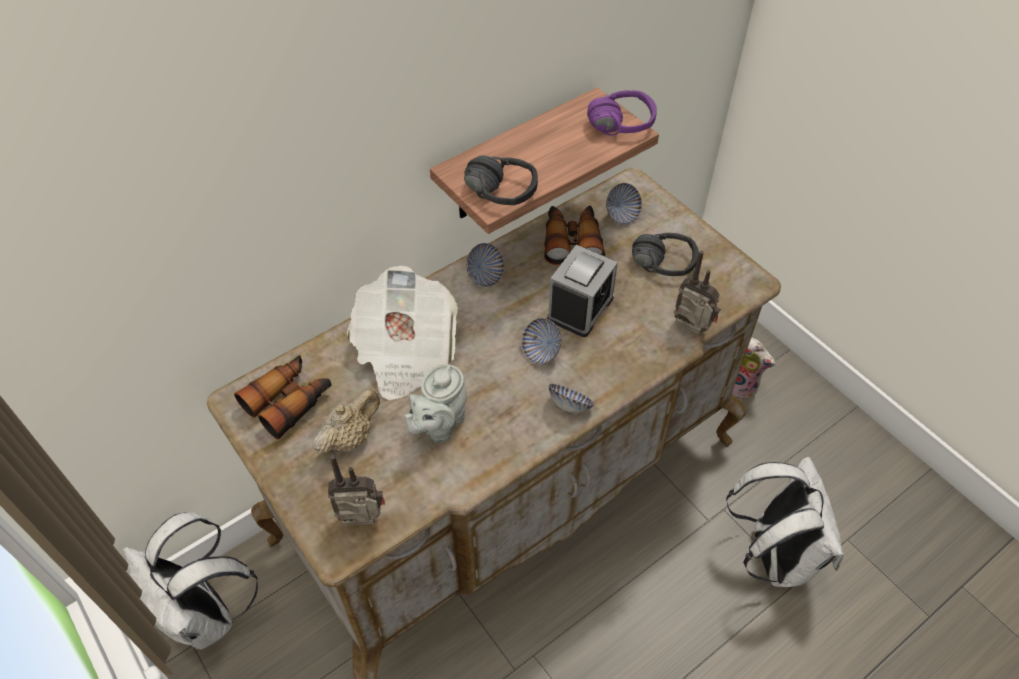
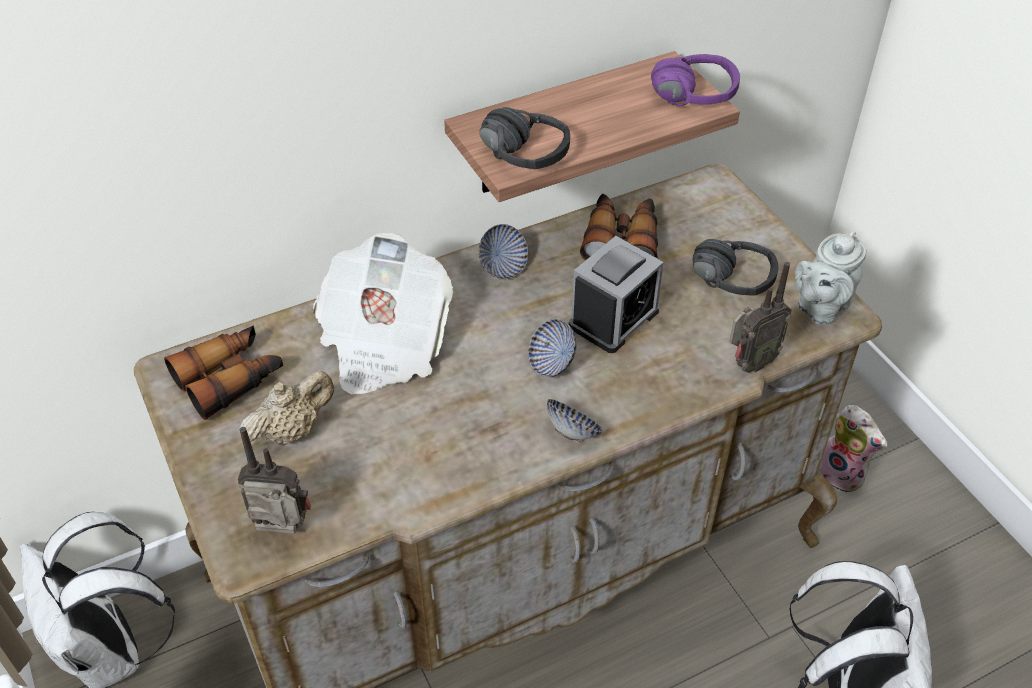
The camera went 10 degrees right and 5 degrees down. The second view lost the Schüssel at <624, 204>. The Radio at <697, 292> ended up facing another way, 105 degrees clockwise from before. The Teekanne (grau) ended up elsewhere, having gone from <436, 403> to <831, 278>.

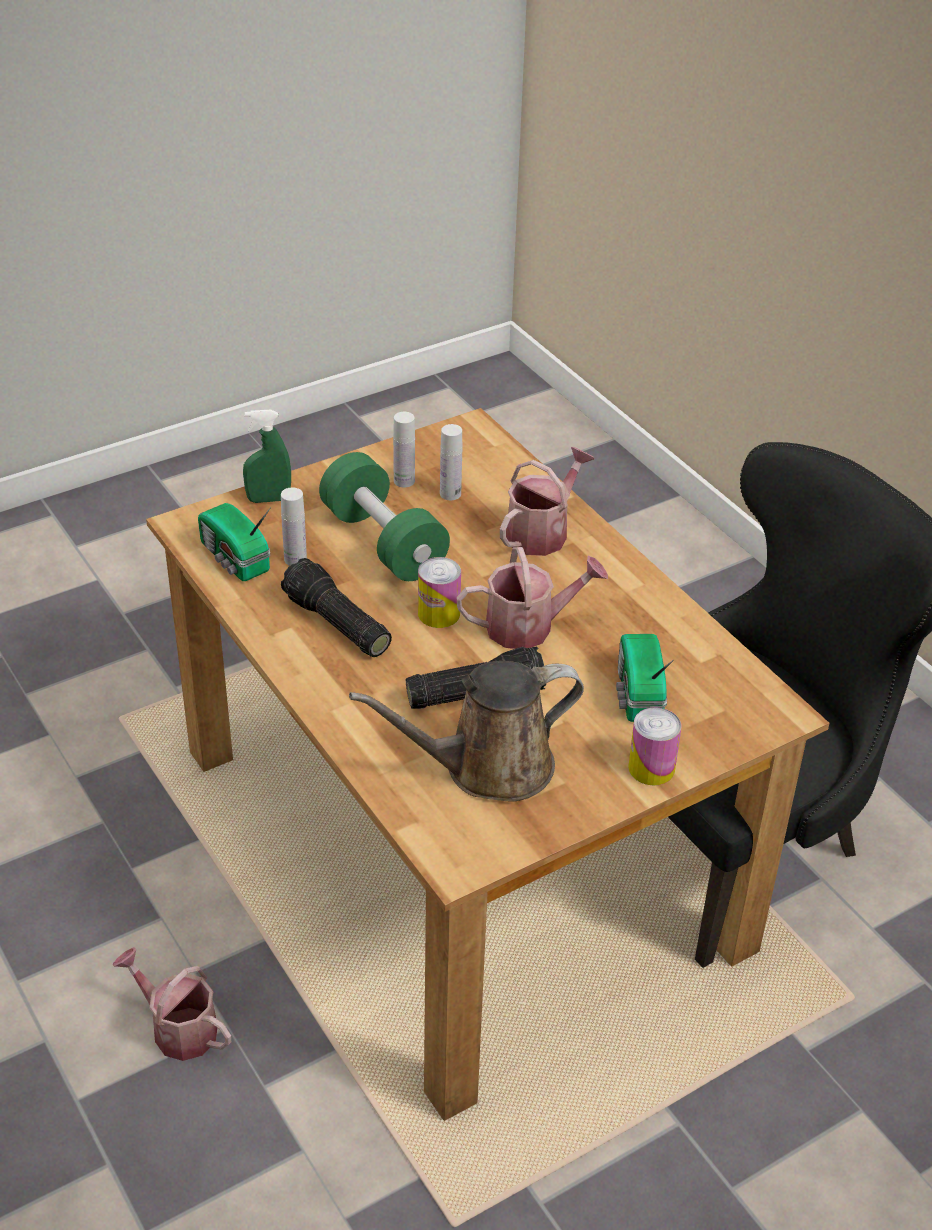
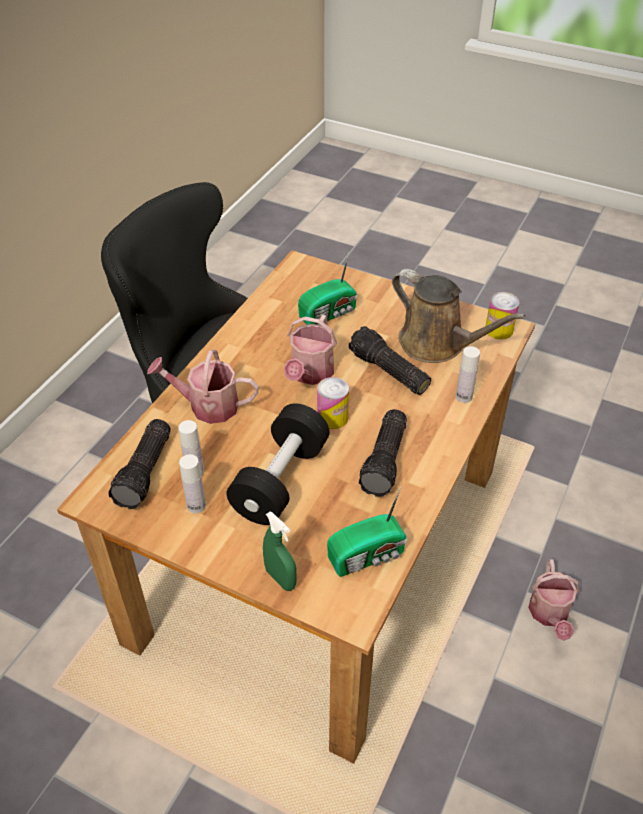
The camera went 120 degrees left and 5 degrees up. What was the Hantel (grün) at <384, 516> turned into the Hantel (schwarz) at <278, 464>. The Flasche (weiß) ended up elsewhere, having gone from <294, 527> to <468, 374>. The Radio at <234, 542> ended up facing another way, 45 degrees clockwise from before. The Gießkanne at <532, 598> ended up facing another way, 120 degrees counterclockwise from before. The Dose ended up elsewhere, having gone from <655, 746> to <502, 316>. The second view gained the Taschenlampe at <139, 464>.

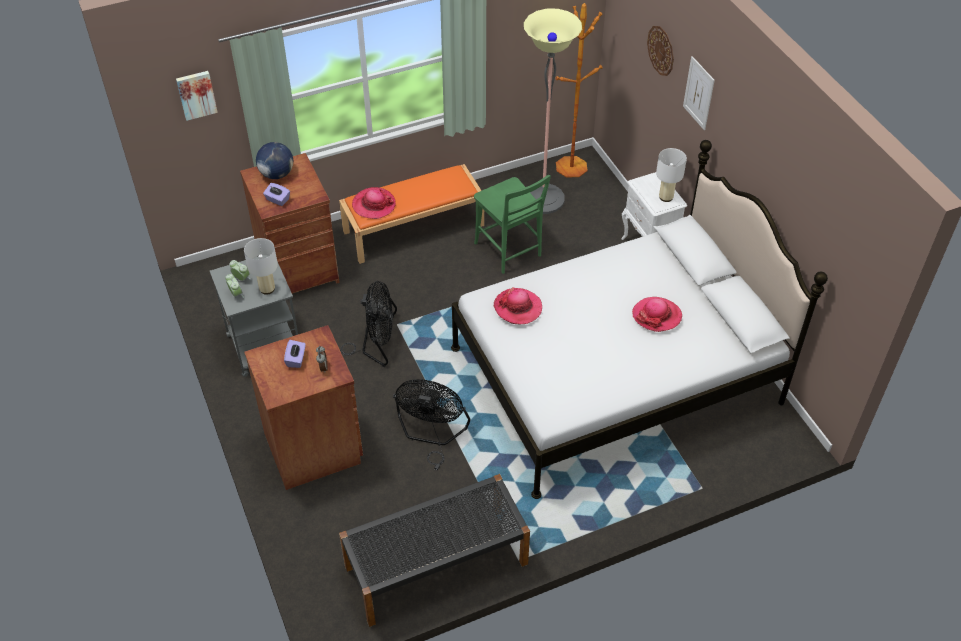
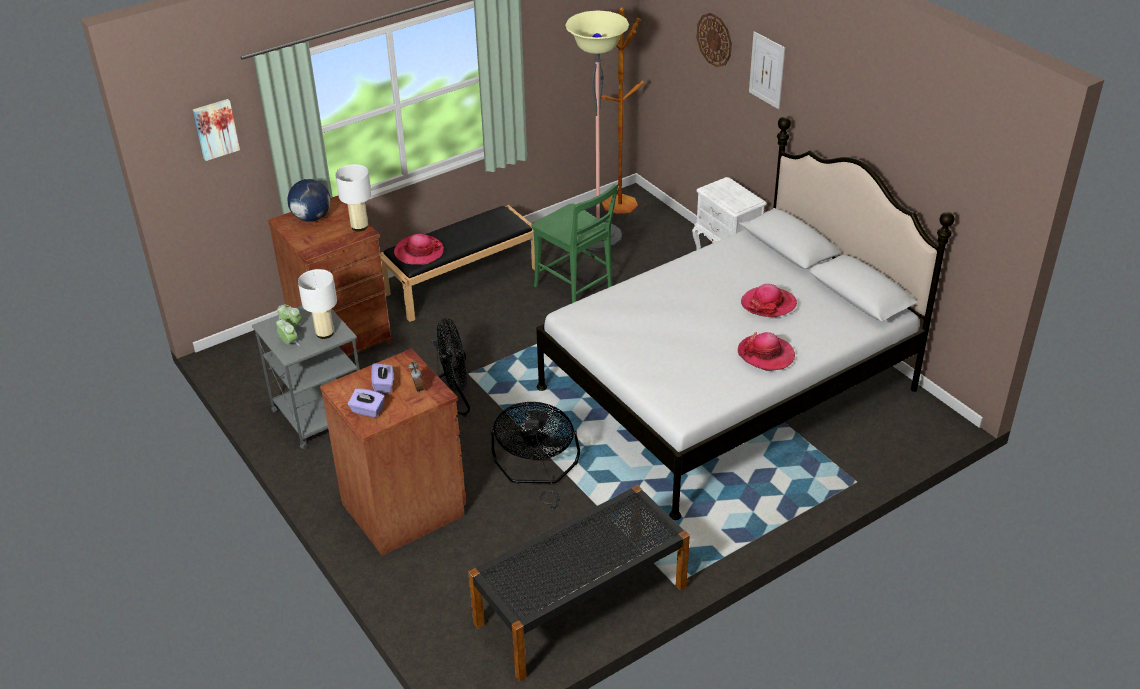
The camera went 10 degrees left and 10 degrees down. The Tischlampe (weiß) ended up elsewhere, having gone from <671, 175> to <353, 197>. What was the Bank (orange) at <411, 214> turned into the Bank (schwarz) at <457, 263>. The Taschentuchbox (lila) ended up elsewhere, having gone from <276, 194> to <366, 403>. The Hut ended up elsewhere, having gone from <517, 305> to <766, 351>.

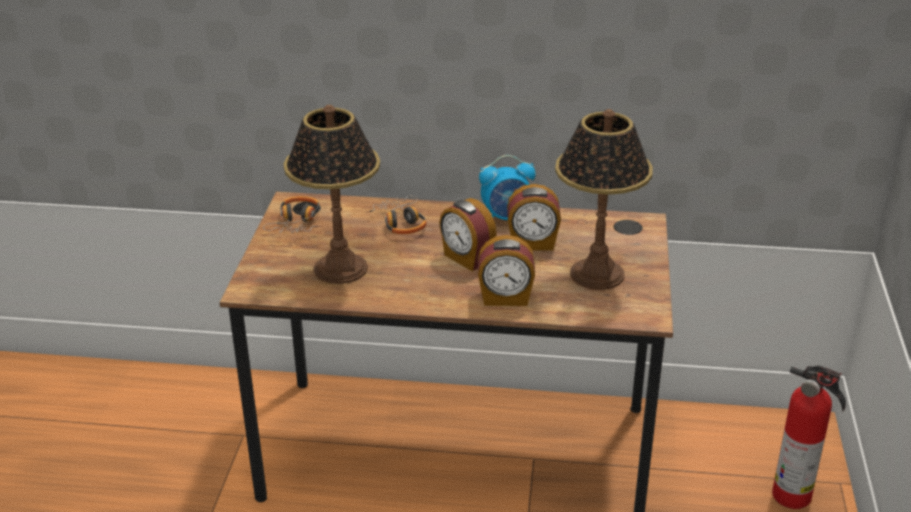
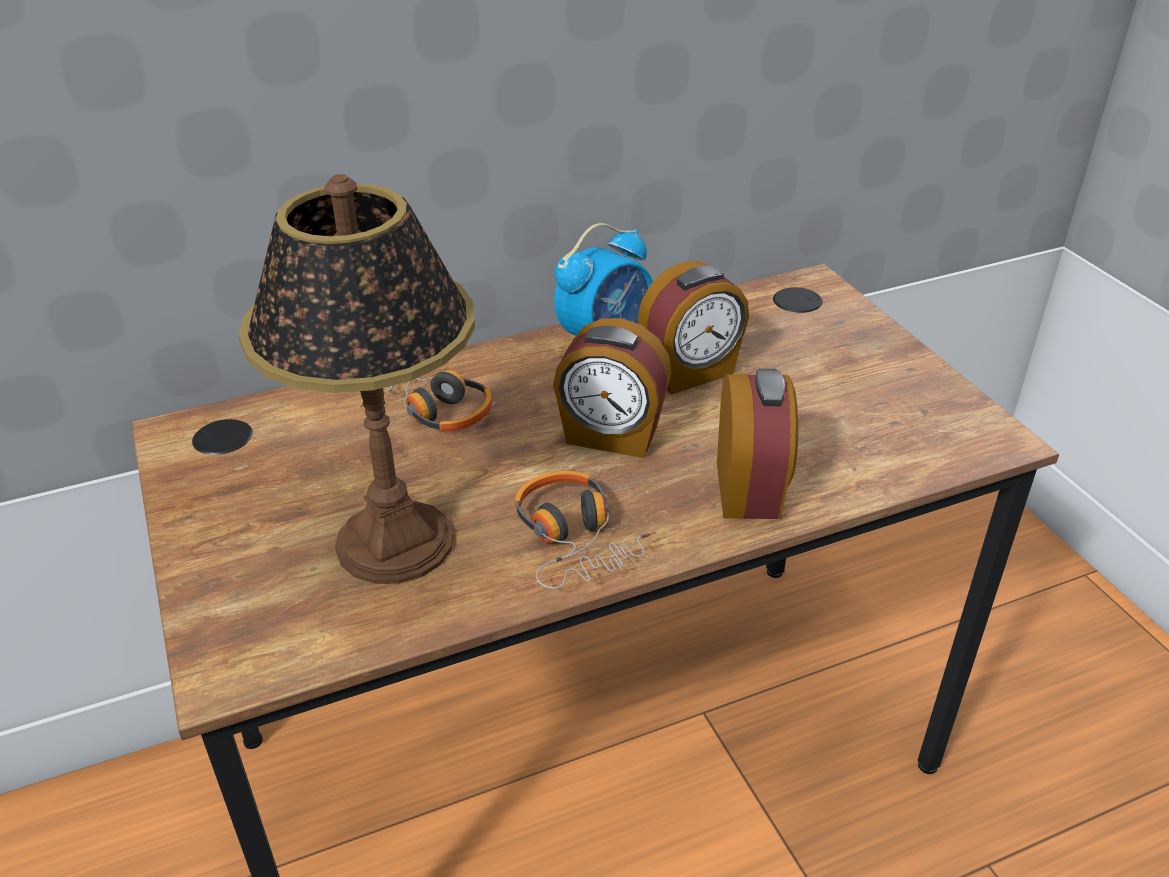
The camera went 30 degrees left and 5 degrees up. The second view lost the Tischlampe at <604, 199>. The Kopfhörer ended up elsewhere, having gone from <292, 214> to <585, 530>. The Wecker at <506, 270> ended up facing another way, 60 degrees counterclockwise from before. The second view lost the Feuerlöscher at <809, 437>.

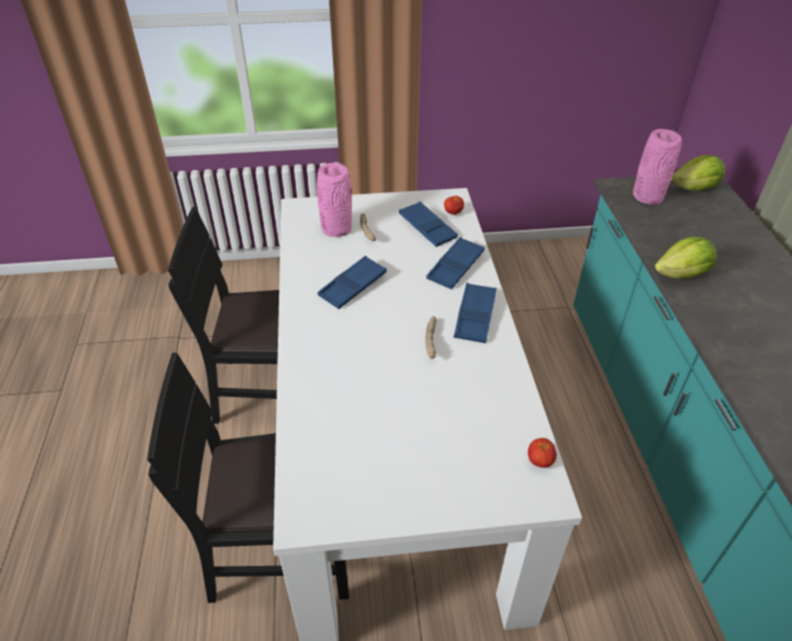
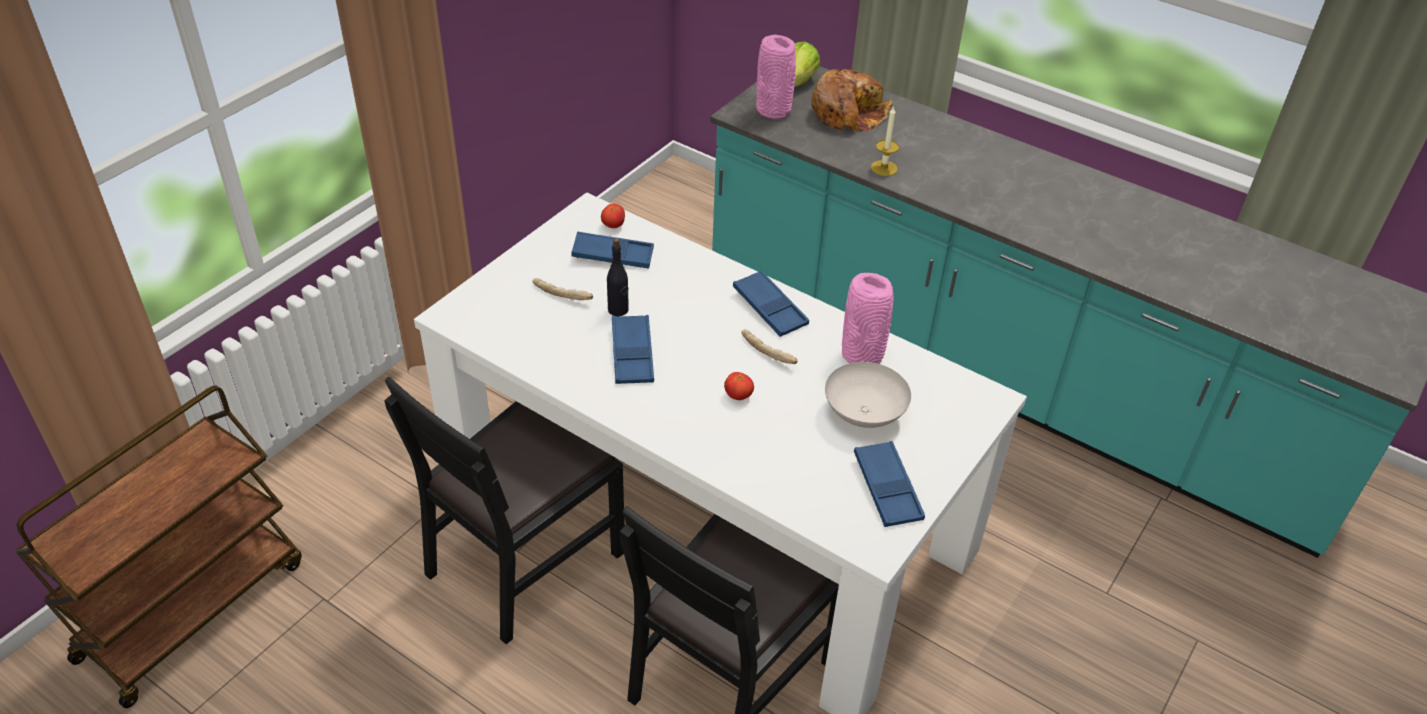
The camera went 50 degrees left and 0 degrees up. The Vase (rosa) ended up elsewhere, having gone from <334, 200> to <867, 318>. The Tablett (blau) ended up elsewhere, having gone from <455, 263> to <889, 484>. Where the Salatkopf stood at <686, 257>, the Kerze came to stand at <885, 141>. The Tomate ended up elsewhere, having gone from <542, 453> to <739, 386>. The second view gained the Brot at <852, 100>. The second view gained the Flasche (schwarz) at <618, 277>. The second view gained the Schüssel (weiß) at <868, 395>. The second view gained the Rollwagen (braun) at <158, 547>.

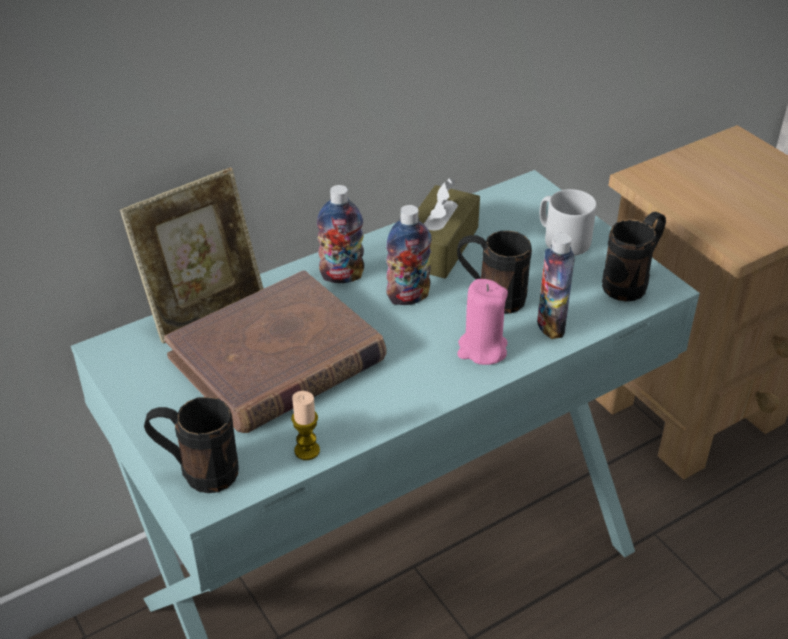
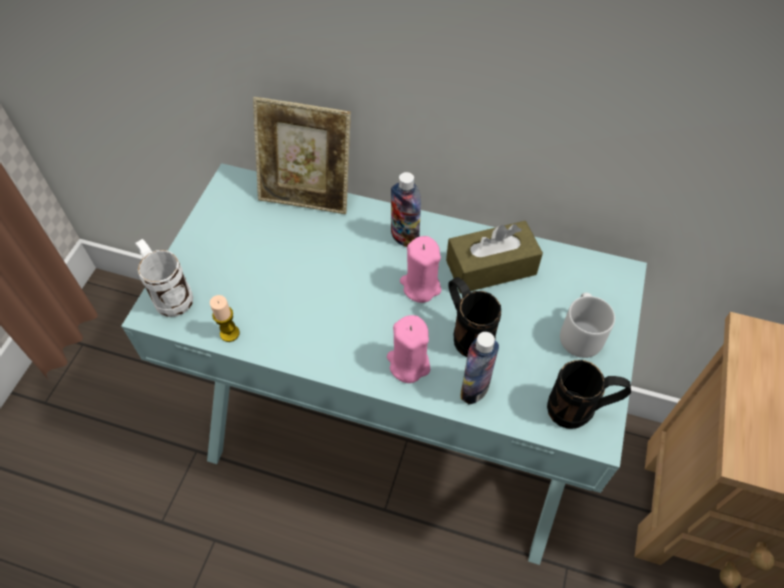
The camera went 50 degrees right and 15 degrees up. Where the Flasche stood at <409, 255>, the Kerze (rosa) came to stand at <420, 269>. The second view lost the Buch (braun) at <275, 351>. What was the Henkelbecher (schwarz) at <191, 445> turned into the Henkelbecher (weiß) at <164, 278>.

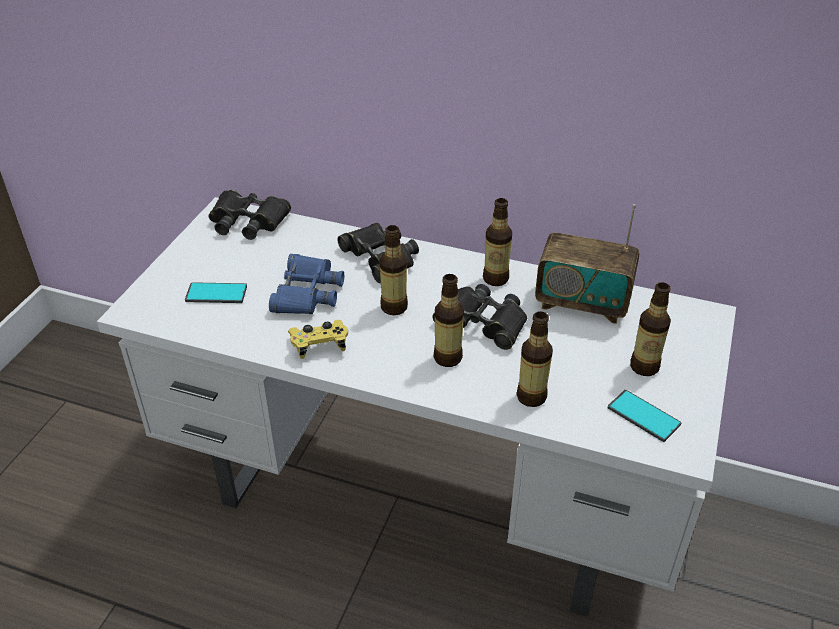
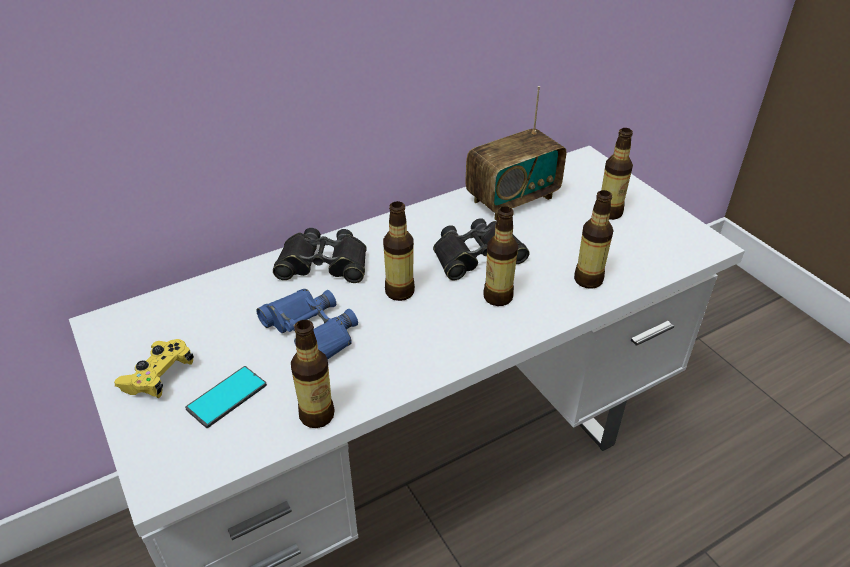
The camera went 50 degrees left and 0 degrees up. The second view lost the Fernglas (schwarz) at <249, 215>. The Flasche ended up elsewhere, having gone from <497, 242> to <313, 374>. The Gamepad (gelb) ended up elsewhere, having gone from <318, 339> to <154, 368>. The second view lost the Handy at <644, 416>.

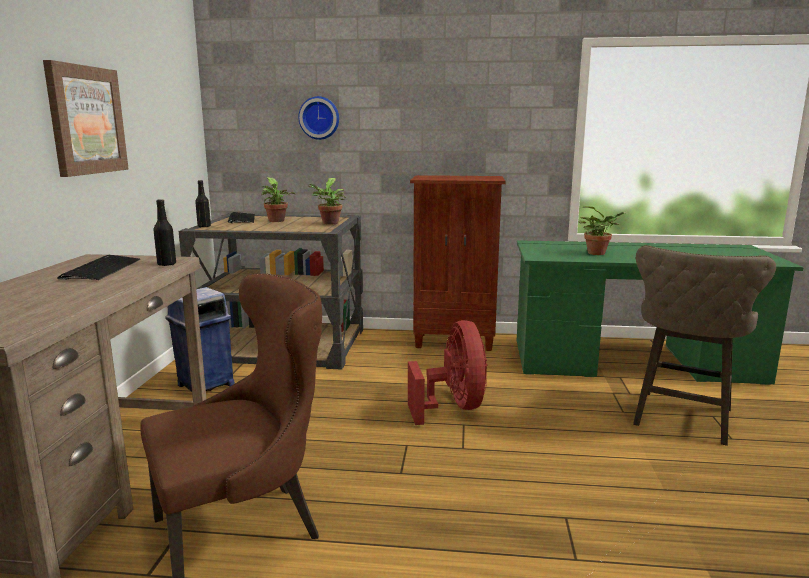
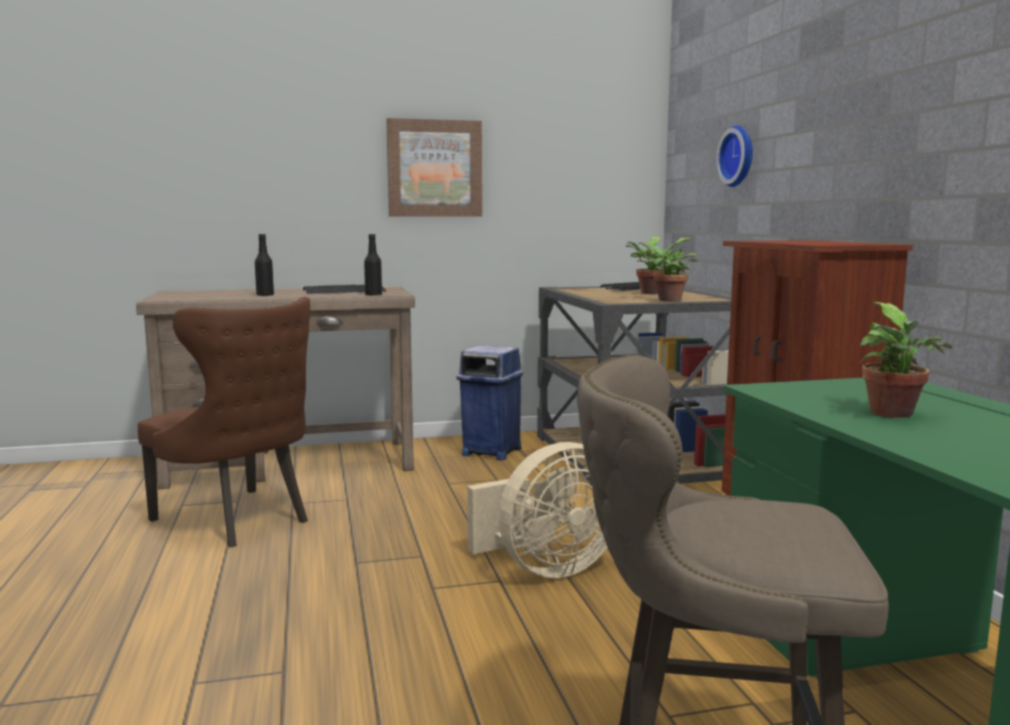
The camera went 70 degrees right and 5 degrees down. The Flasche (schwarz) ended up elsewhere, having gone from <203, 204> to <264, 265>. What was the Ventilator (rot) at <447, 372> turned into the Ventilator (beige) at <537, 510>.

